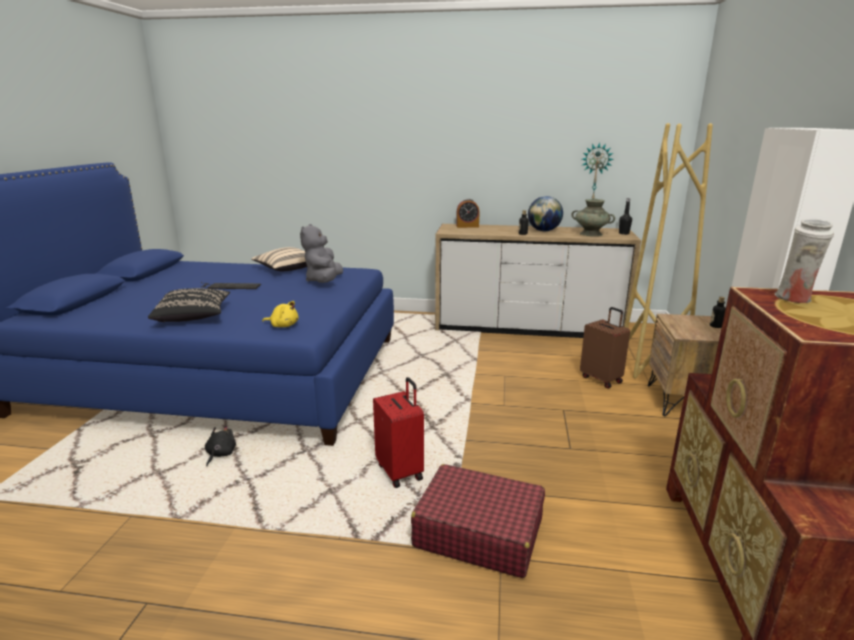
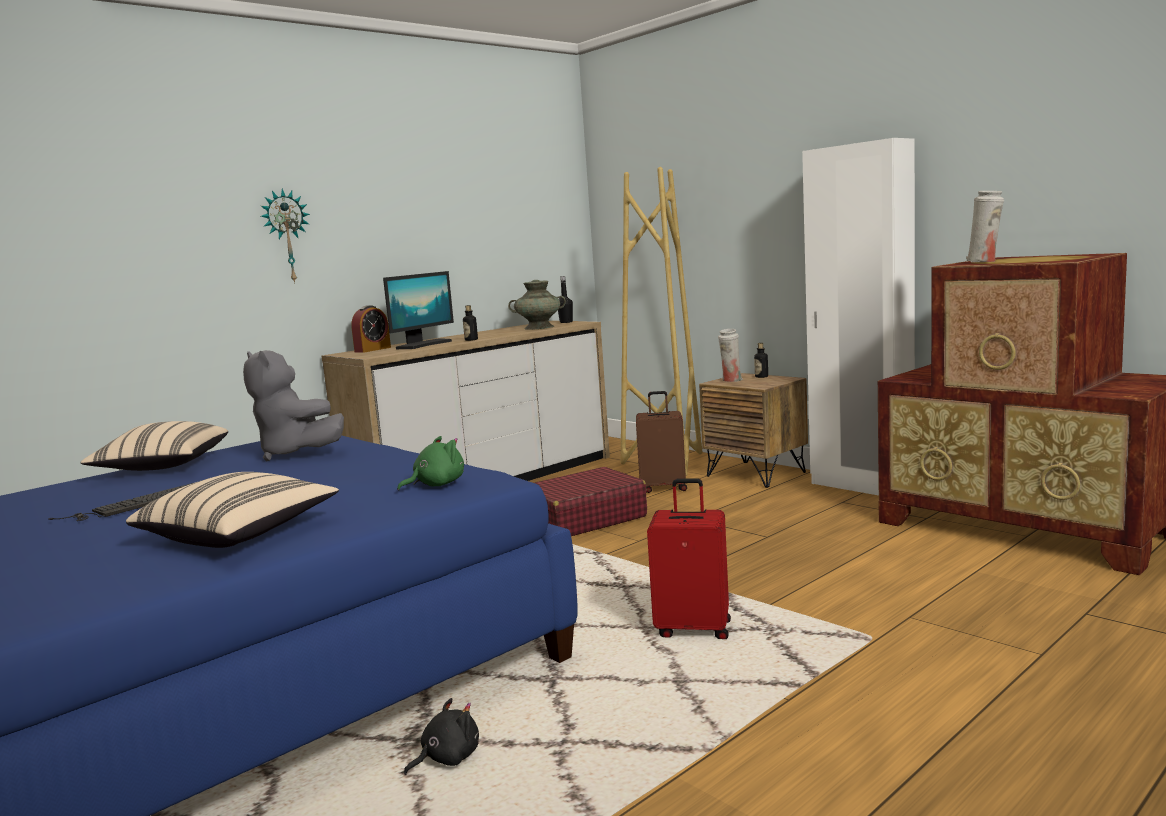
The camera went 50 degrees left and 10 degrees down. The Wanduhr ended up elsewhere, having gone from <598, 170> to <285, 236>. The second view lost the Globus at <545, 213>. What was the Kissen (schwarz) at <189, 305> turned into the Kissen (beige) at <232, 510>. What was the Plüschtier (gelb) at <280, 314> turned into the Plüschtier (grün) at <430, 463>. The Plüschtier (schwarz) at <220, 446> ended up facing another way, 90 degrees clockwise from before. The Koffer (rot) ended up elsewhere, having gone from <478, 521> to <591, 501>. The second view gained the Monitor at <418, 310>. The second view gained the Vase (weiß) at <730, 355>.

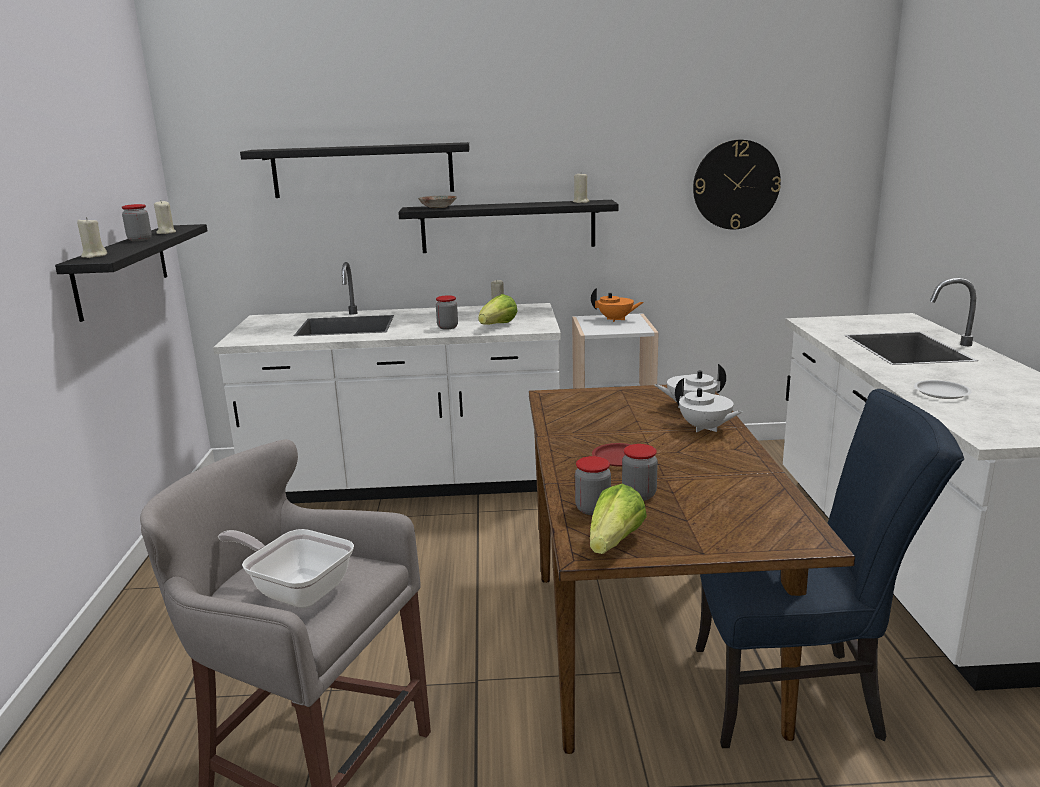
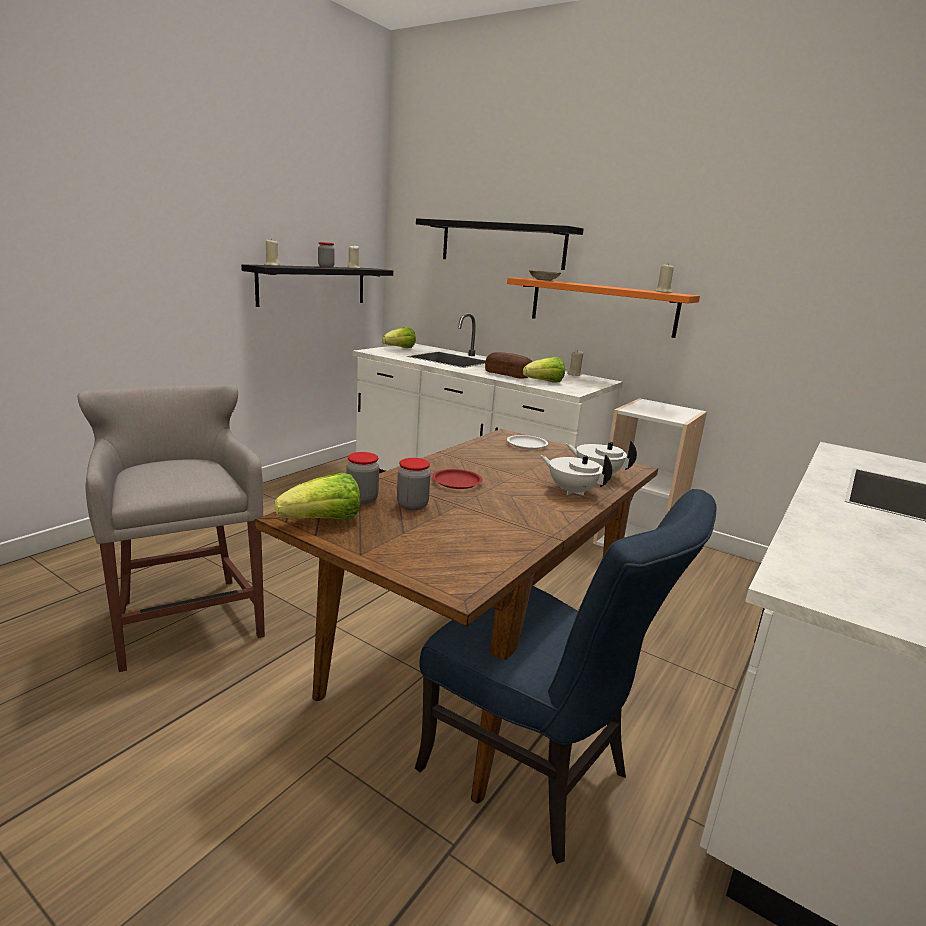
The camera went 35 degrees right and 0 degrees up. The second view lost the Wanduhr at <737, 184>. What was the Wandregal (schwarz) at <508, 226> turned into the Wandregal (orange) at <603, 308>. The second view lost the Teekanne (orange) at <617, 305>. Where the Vorratsglas stood at <447, 312>, the Brot came to stand at <509, 365>. The Teekanne (weiß) at <709, 405> ended up facing another way, 135 degrees clockwise from before. The Teller (weiß) ended up elsewhere, having gone from <943, 389> to <527, 442>. The second view lost the Pfanne at <286, 568>. The second view gained the Salatkopf at <399, 337>.

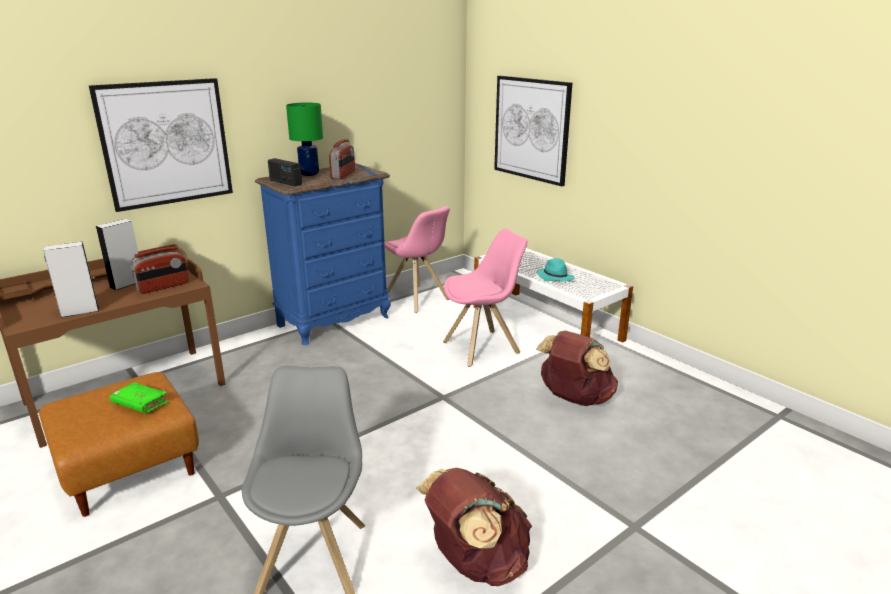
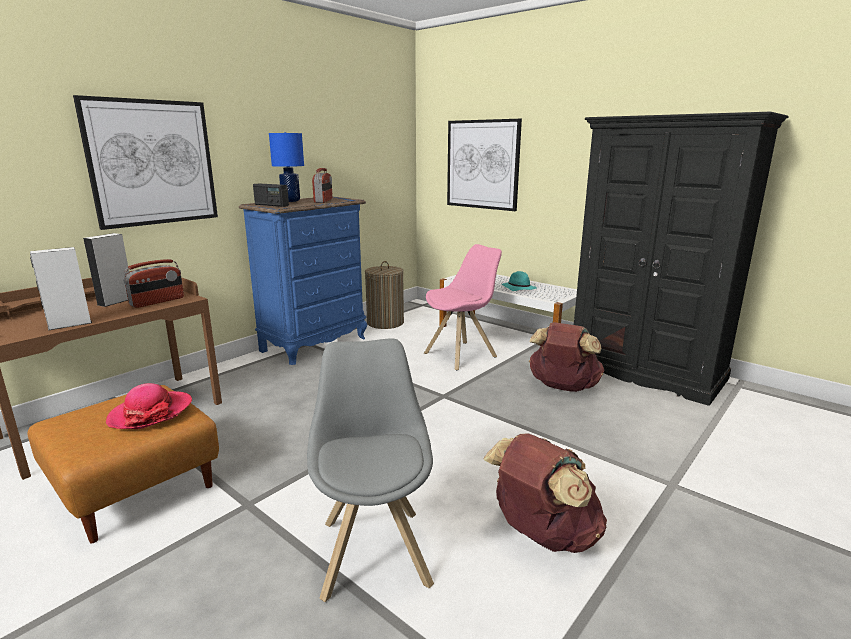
The camera went 10 degrees left and 5 degrees down. What was the Tischlampe (grün) at <304, 139> turned into the Tischlampe (blau) at <286, 167>. Where the Stuhl (rosa) stood at <417, 259>, the Wäschekorb came to stand at <384, 295>. Where the Buch (grün) stood at <139, 397>, the Hut came to stand at <149, 406>. The second view gained the Kleiderschrank (schwarz) at <681, 259>.

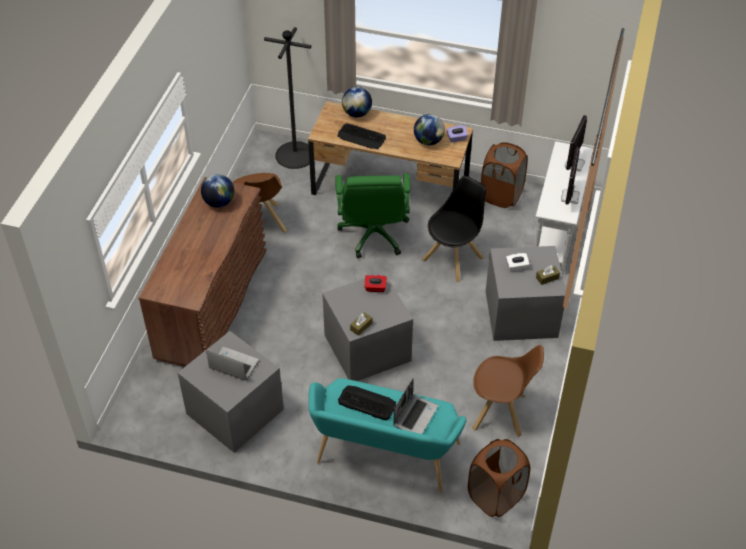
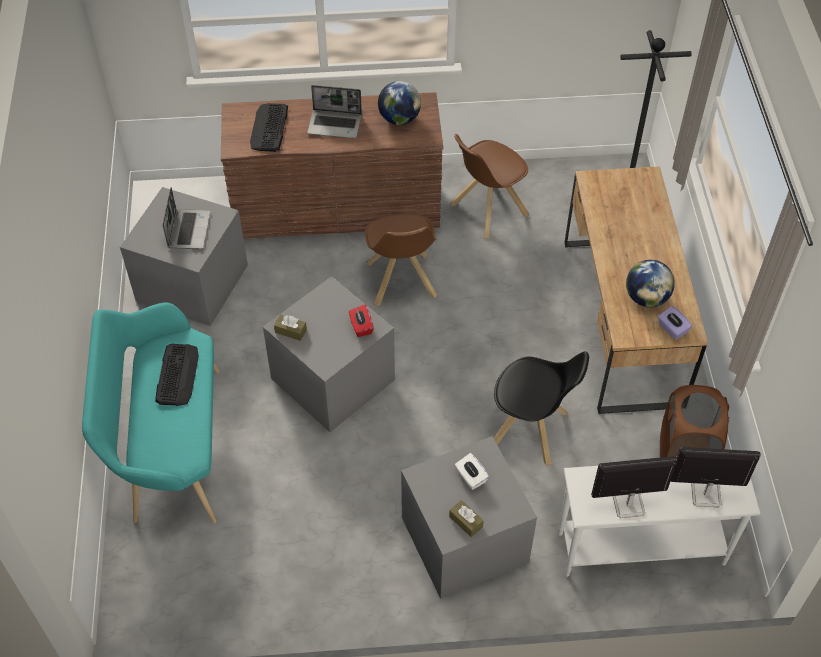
The camera went 70 degrees right and 5 degrees up. The second view lost the Globus at <357, 102>. The Tastatur ended up elsewhere, having gone from <362, 136> to <269, 127>. The second view lost the Bürostuhl (grün) at <373, 215>. The Stuhl (braun) ended up elsewhere, having gone from <508, 391> to <401, 260>. The Laptop ended up elsewhere, having gone from <415, 406> to <334, 111>. The second view lost the Wäschekorb (braun) at <499, 478>.

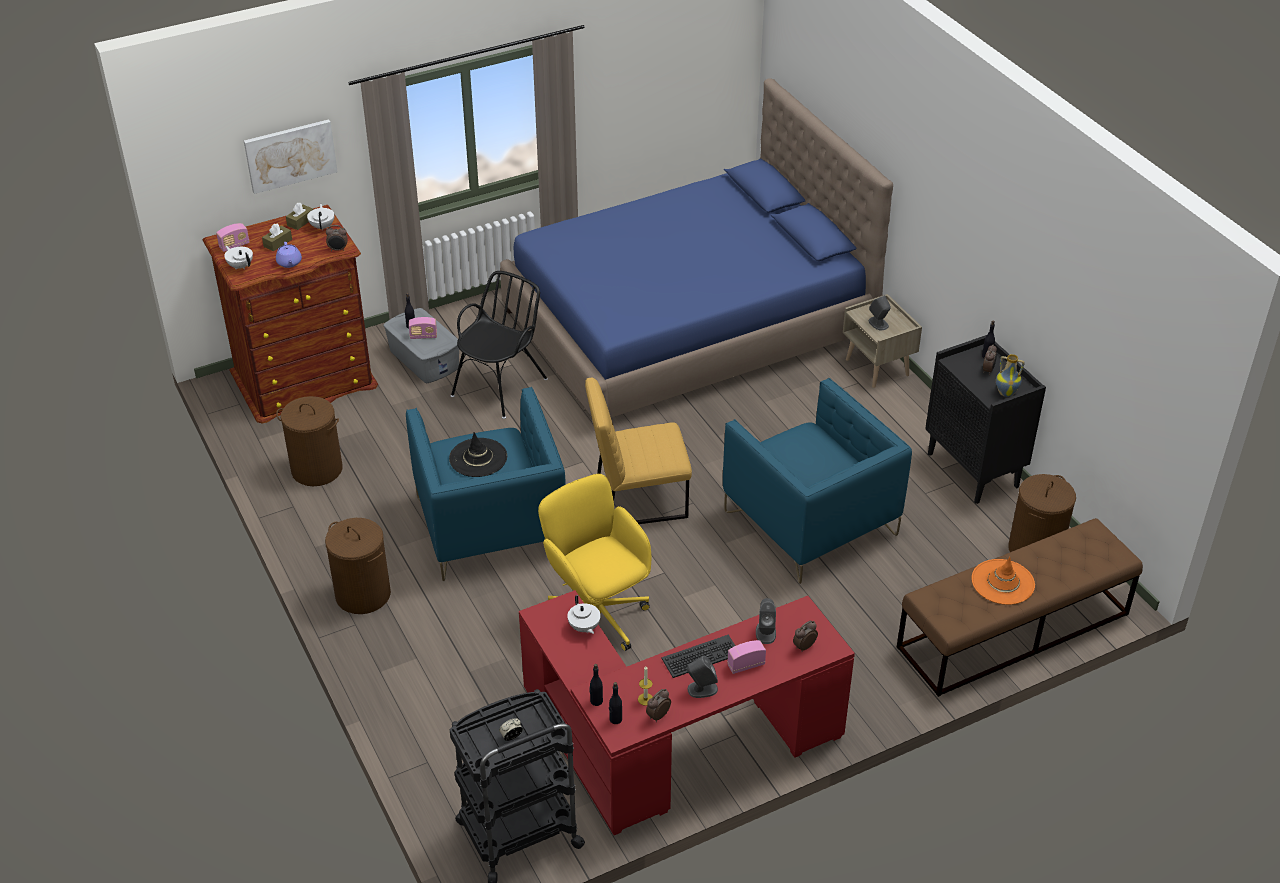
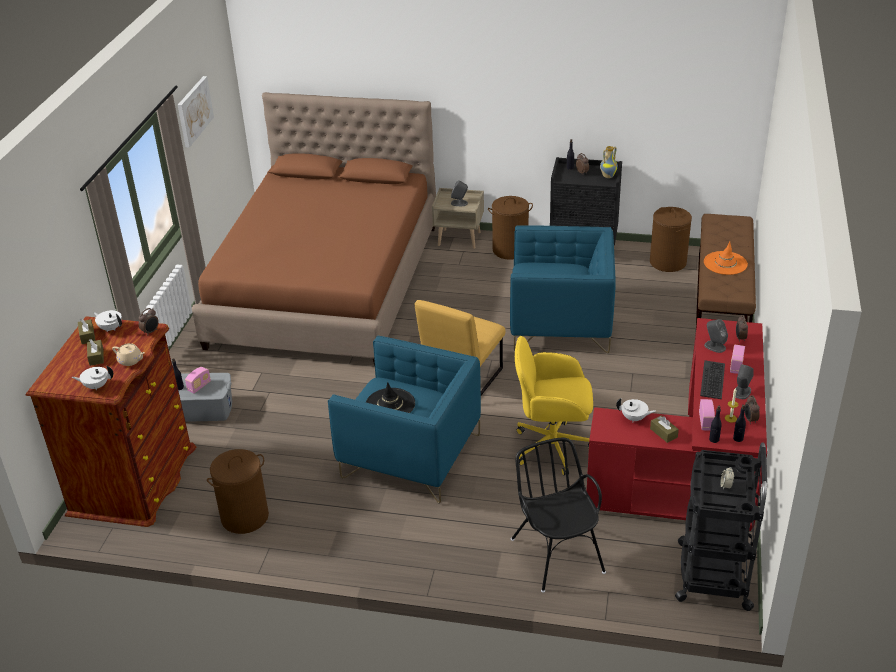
The camera went 50 degrees left and 5 degrees down. What was the Bett (blau) at <696, 248> turned into the Bett (braun) at <314, 229>. The Bild ended up elsewhere, having gone from <291, 156> to <196, 112>. The Radio ended up elsewhere, having gone from <233, 237> to <707, 415>. What was the Teekanne (lila) at <289, 255> turned into the Teekanne (beige) at <128, 354>. The Stuhl (schwarz) ended up elsewhere, having gone from <499, 345> to <558, 515>. The Wäschekorb (braun) ended up elsewhere, having gone from <358, 566> to <510, 228>. The second view gained the Taschentuchbox (braun) at <664, 429>.

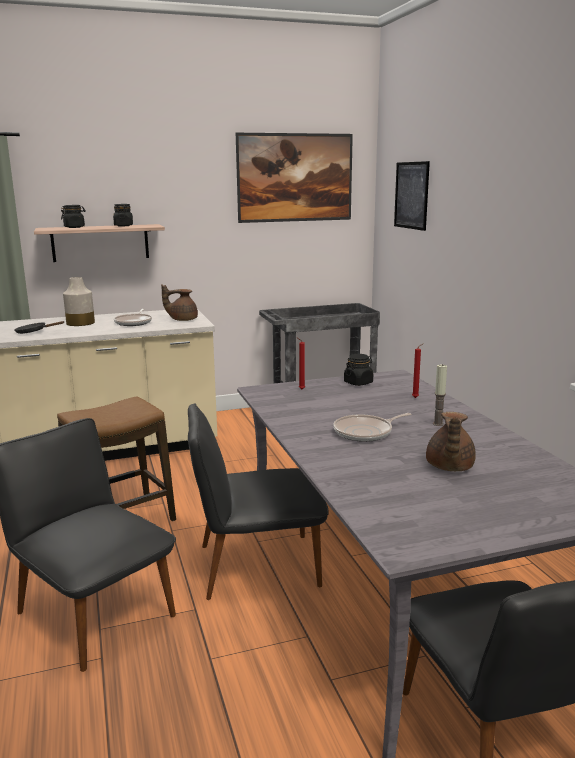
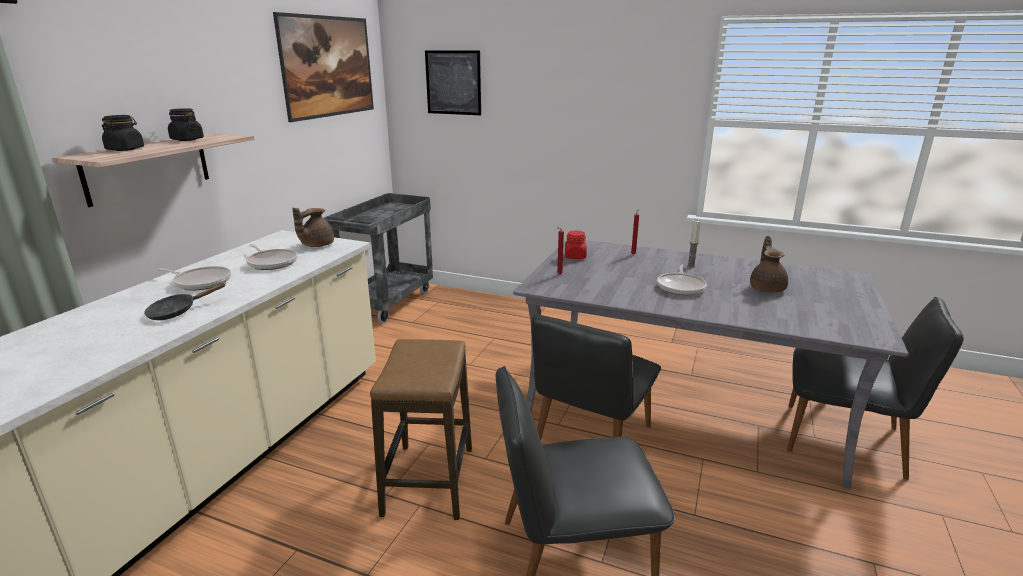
The camera went 50 degrees left and 5 degrees up. Where the Vase (beige) stood at <79, 301>, the Pfanne came to stand at <194, 278>. What was the Vorratsglas (schwarz) at <358, 370> turned into the Vorratsglas (rot) at <576, 245>. The Teekanne (braun) at <451, 441> ended up facing another way, 135 degrees counterclockwise from before.

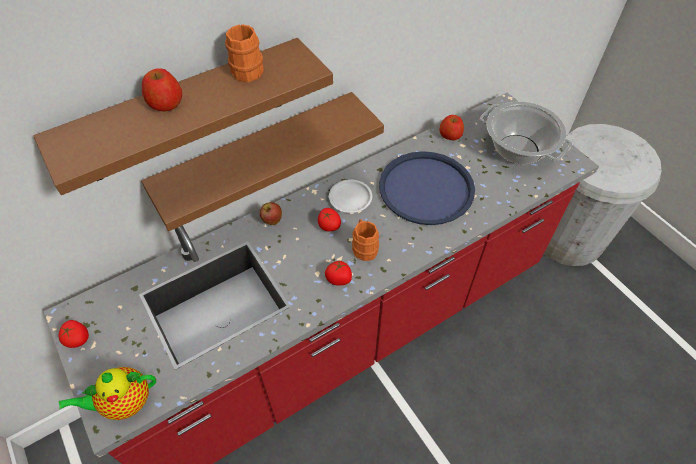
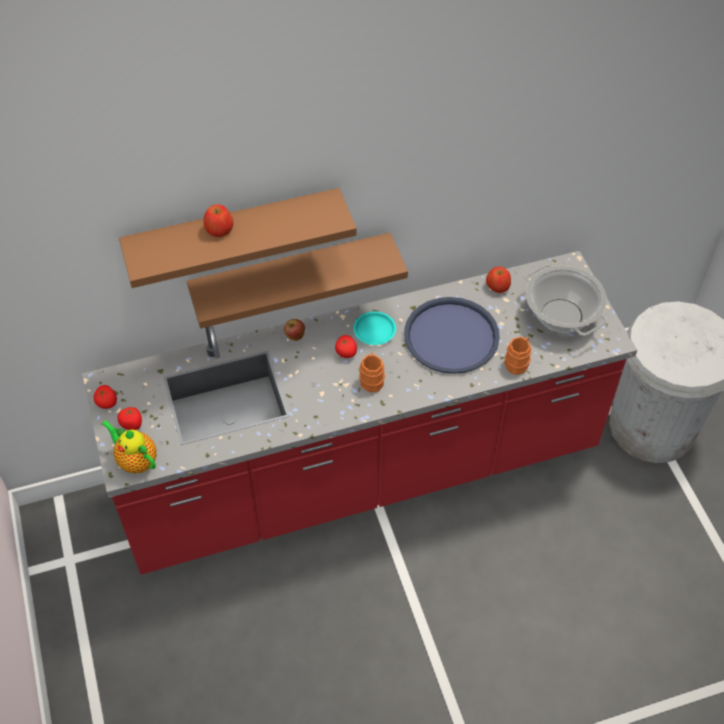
The camera went 15 degrees right and 0 degrees up. The Henkelbecher (orange) ended up elsewhere, having gone from <244, 53> to <517, 356>. What was the Teller (weiß) at <350, 196> turned into the Teller (türkis) at <375, 328>. The Tomate ended up elsewhere, having gone from <338, 273> to <130, 418>. The Teekanne at <107, 393> ended up facing another way, 45 degrees clockwise from before.

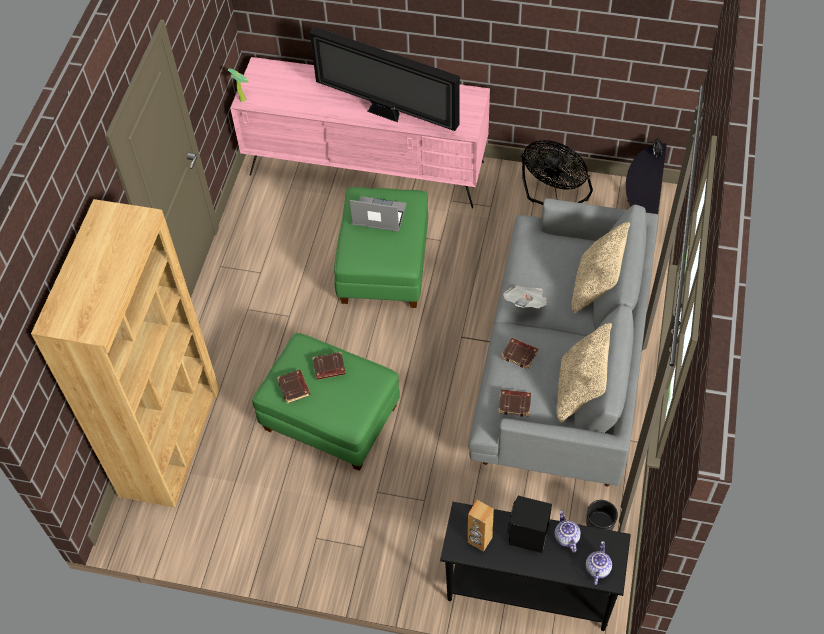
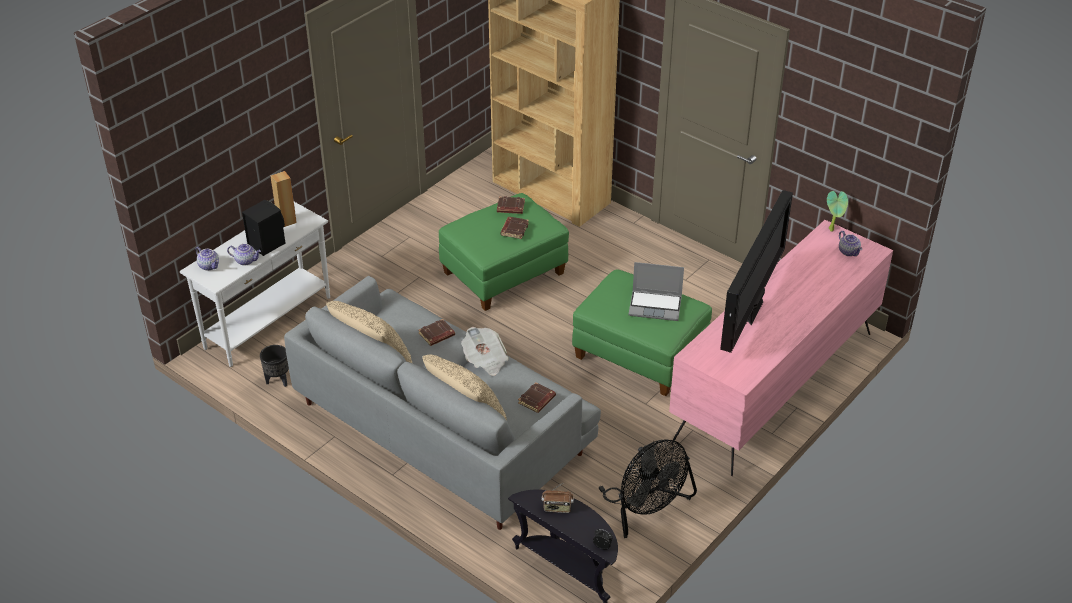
The camera went 115 degrees right and 15 degrees down. The Fernseher at <385, 79> ended up facing another way, 150 degrees clockwise from before. The Laptop at <378, 214> ended up facing another way, 60 degrees clockwise from before. The Buch (braun) ended up elsewhere, having gone from <515, 403> to <537, 397>. What was the Konsolentisch (schwarz) at <535, 566> turned into the Konsolentisch (weiß) at <255, 284>. The second view gained the Teekanne at <850, 243>. The second view gained the Radio at <558, 498>.

